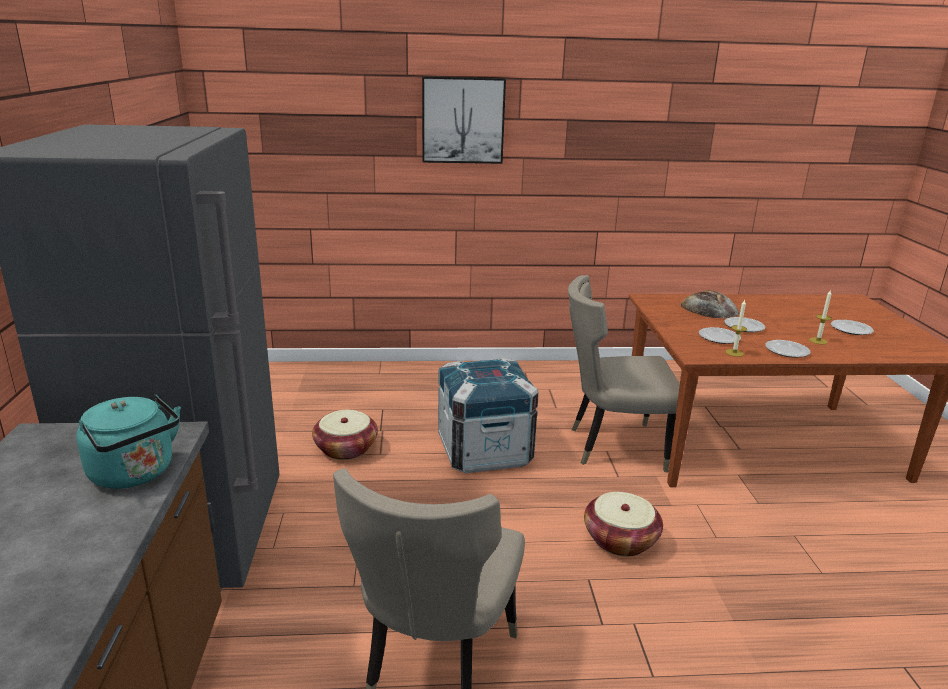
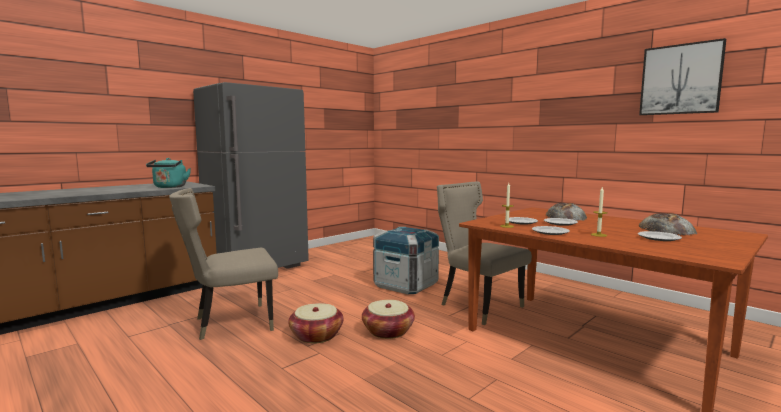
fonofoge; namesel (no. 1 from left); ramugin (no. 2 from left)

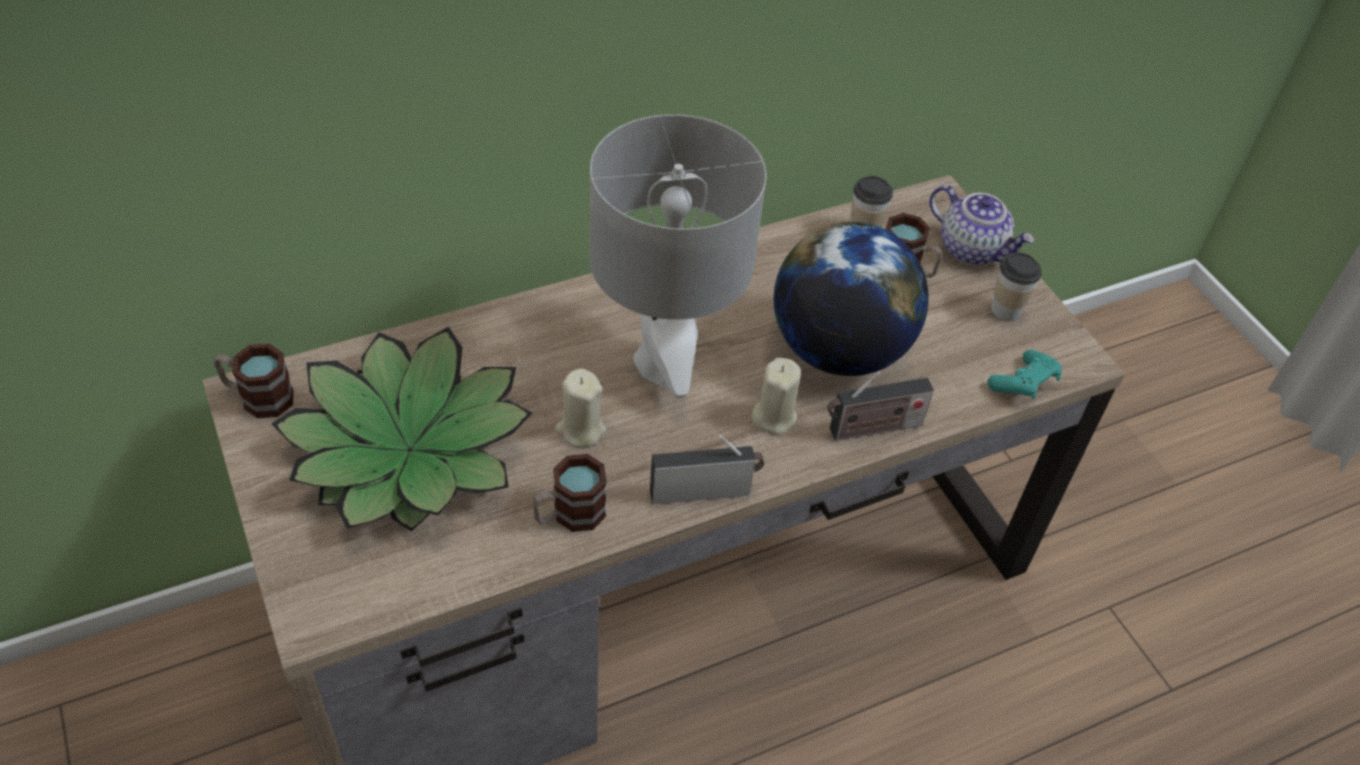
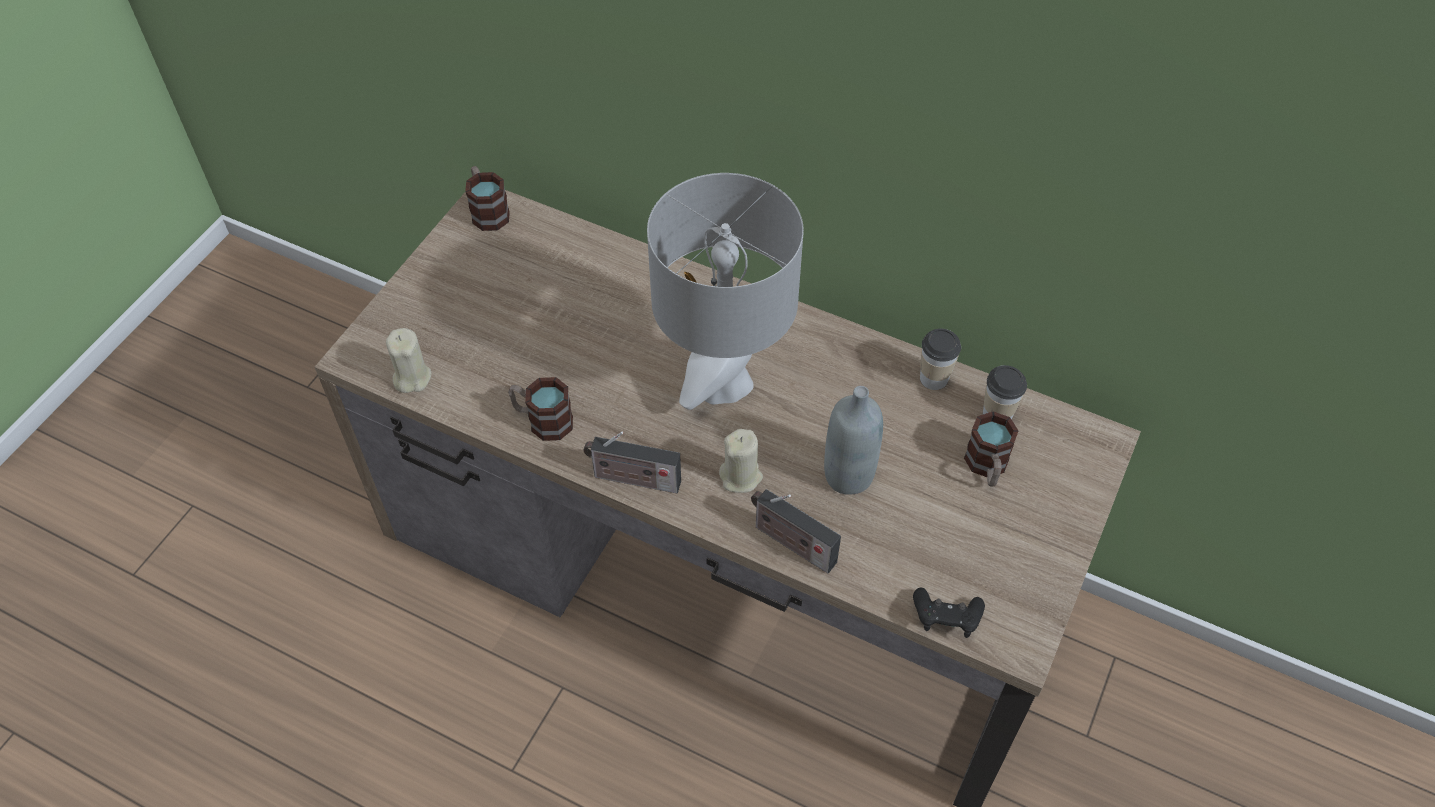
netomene; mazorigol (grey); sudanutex (no. 1 from left); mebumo; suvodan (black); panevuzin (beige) (no. 1 from left); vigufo (no. 1 from left)

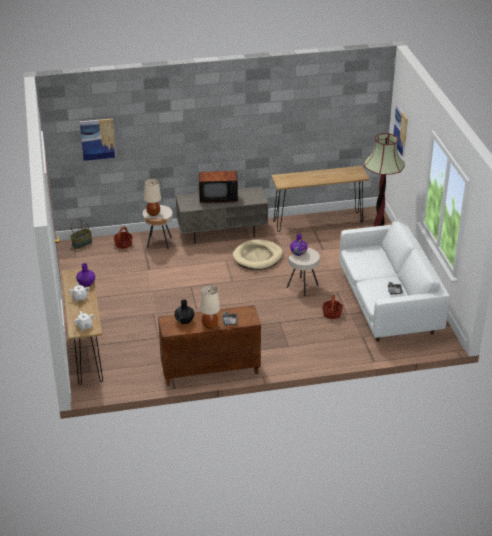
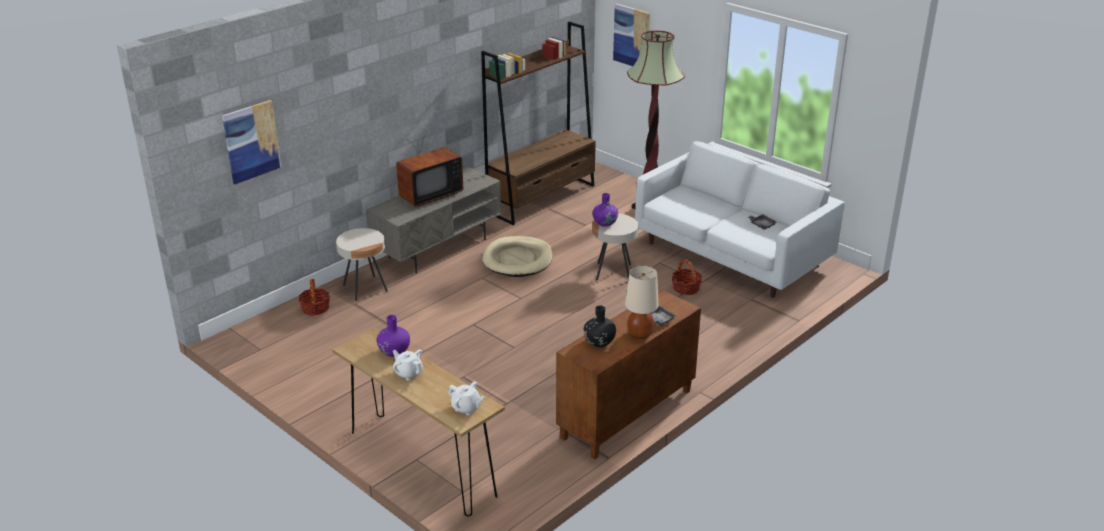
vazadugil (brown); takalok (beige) (no. 1 from left in the first image); namesel (no. 1 from left in the first image)

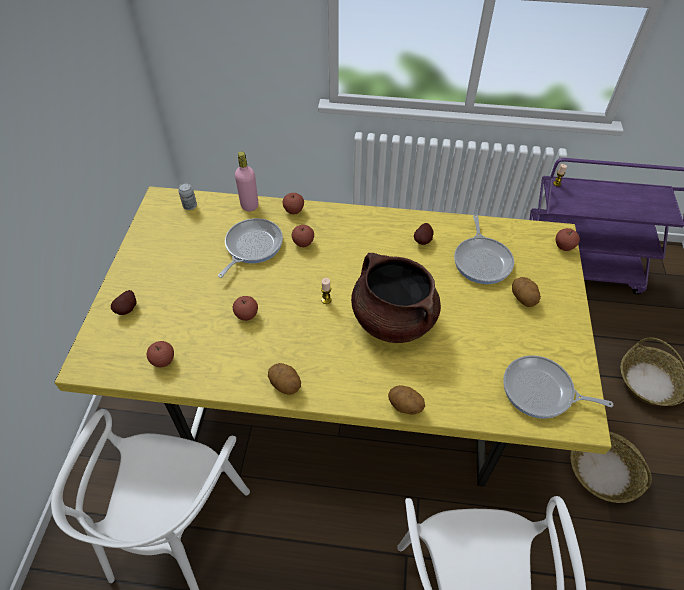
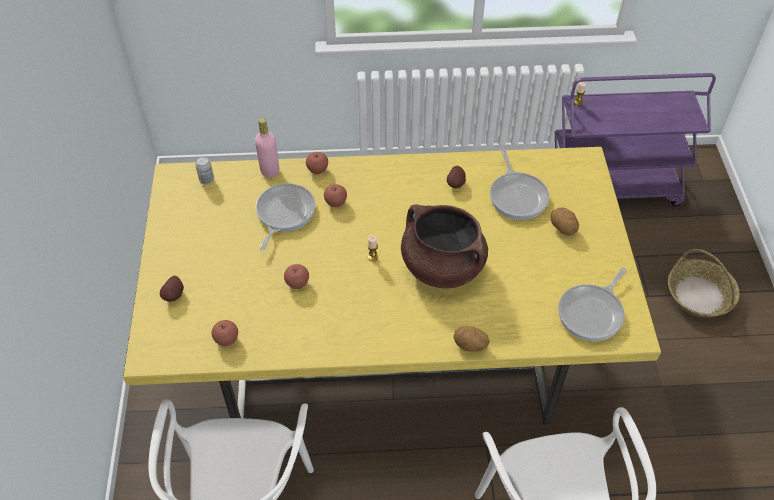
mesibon (no. 5 from left in the first image); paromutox (no. 3 from left); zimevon (no. 2 from left in the first image); namesel (no. 1 from left in the first image)

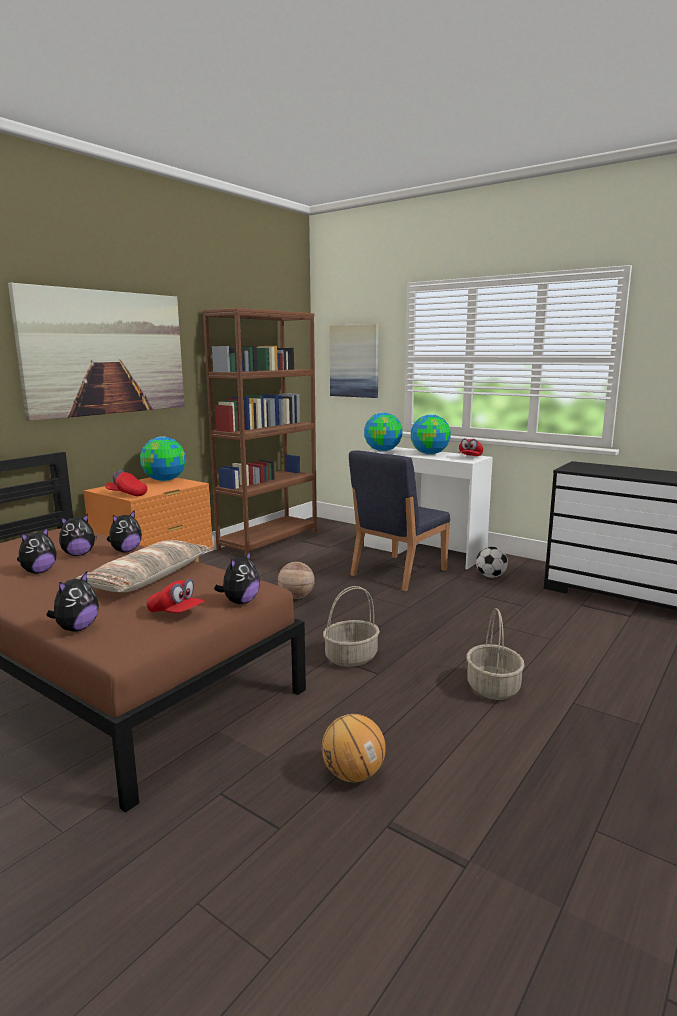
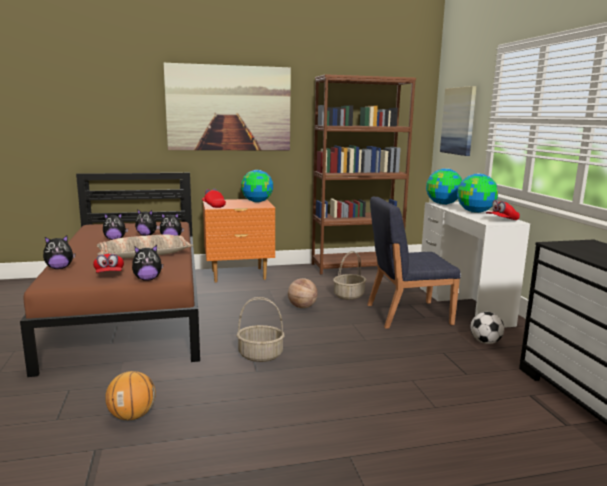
namesel (no. 2 from left)

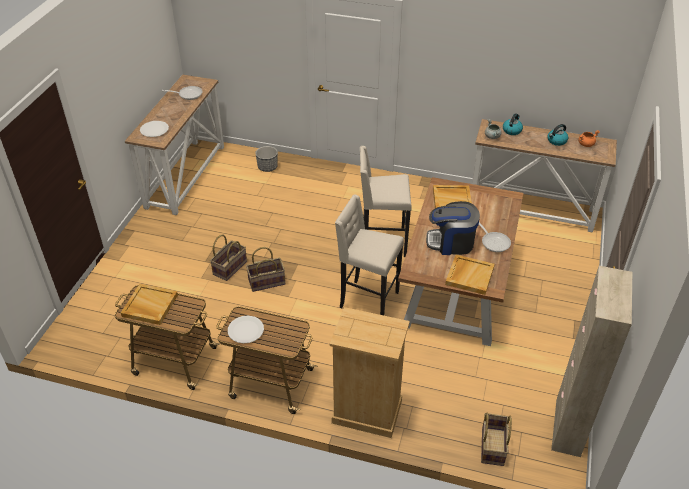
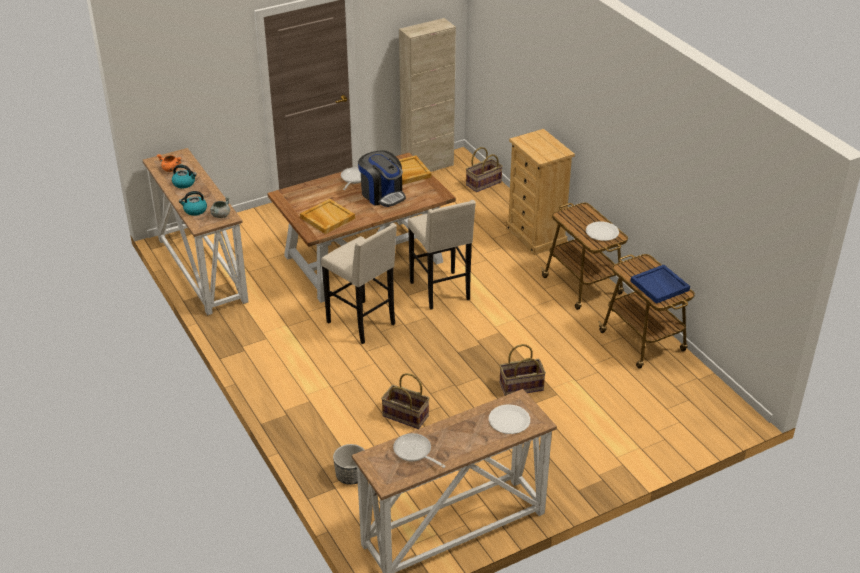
namesel (no. 1 from left); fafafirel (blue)

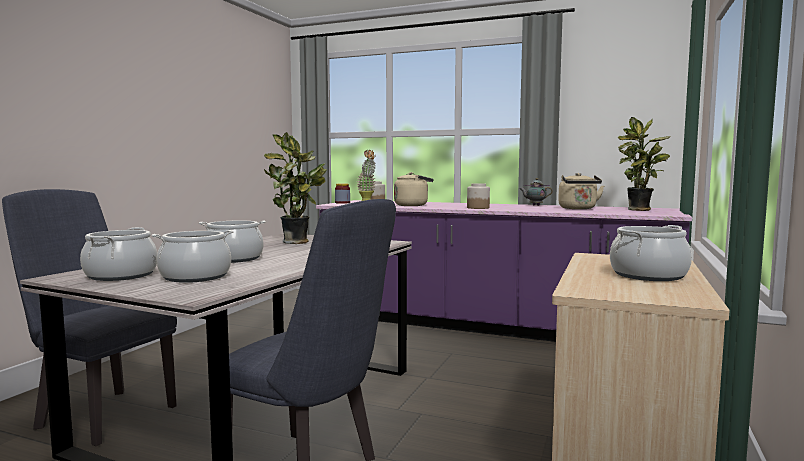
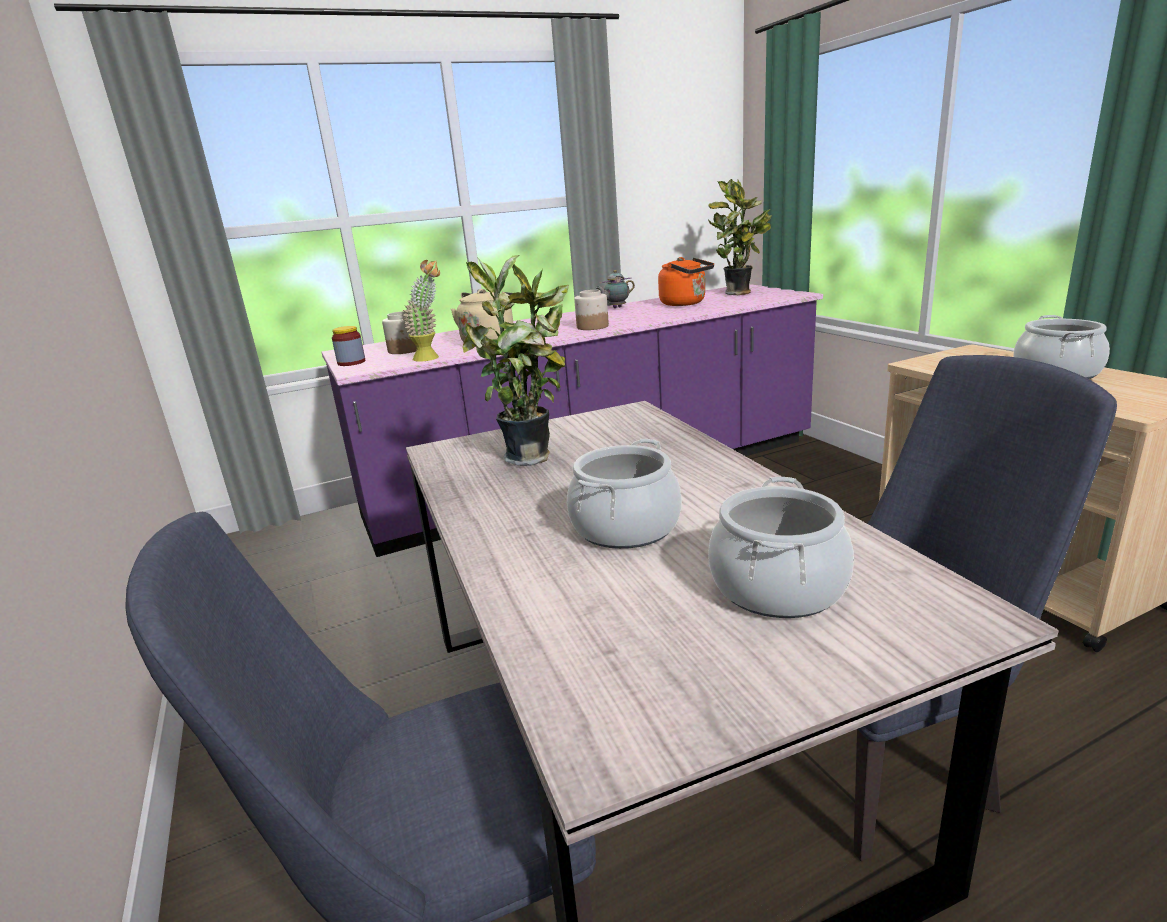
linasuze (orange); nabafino (no. 1 from left in the first image)

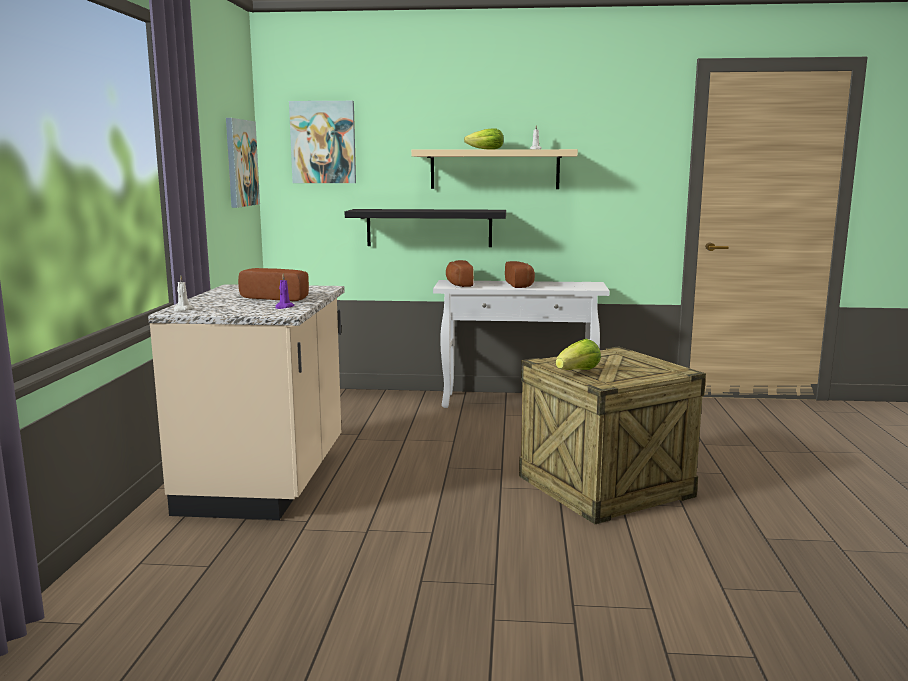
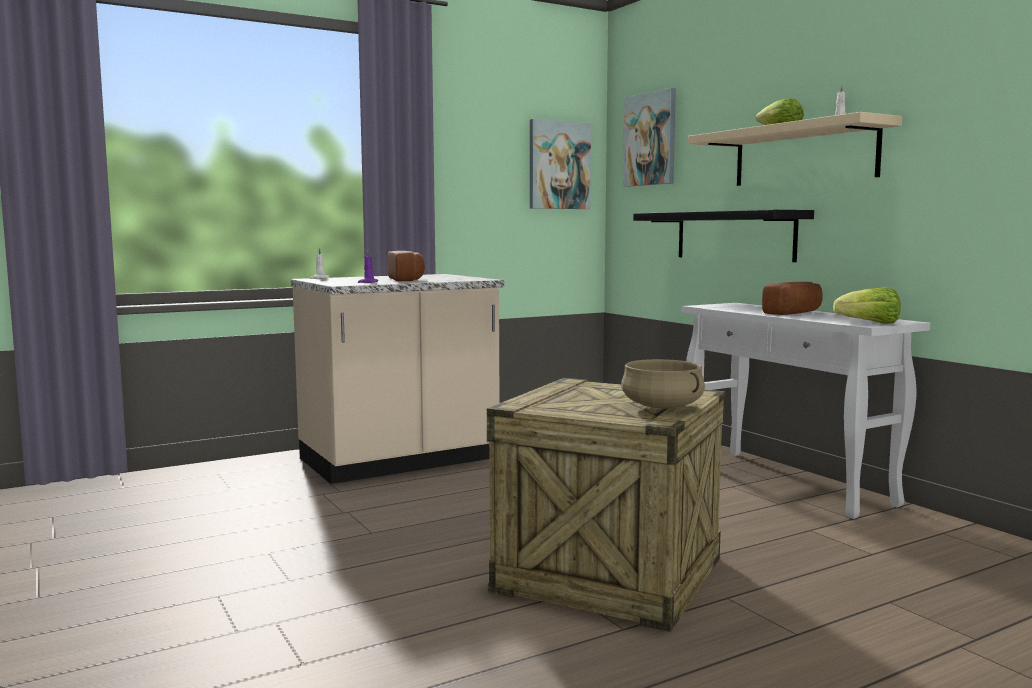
ramugin (no. 2 from left in the first image); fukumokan (no. 2 from left); nabafino (beige)

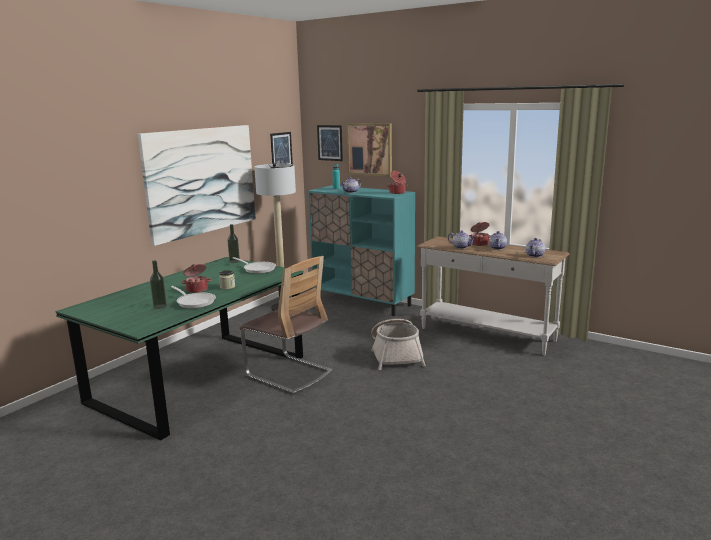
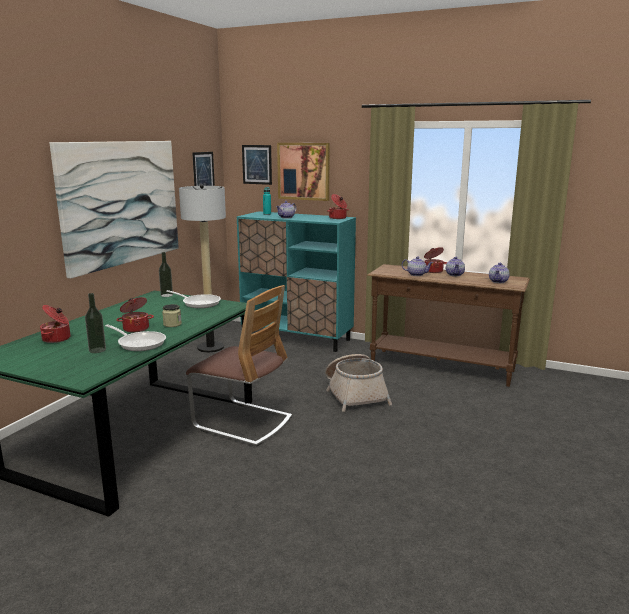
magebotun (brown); nabafino (no. 1 from left)

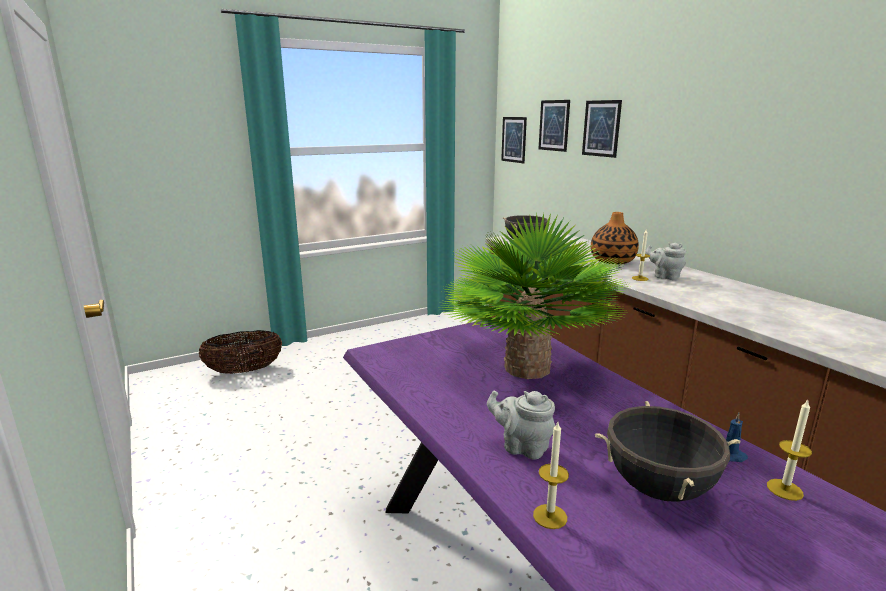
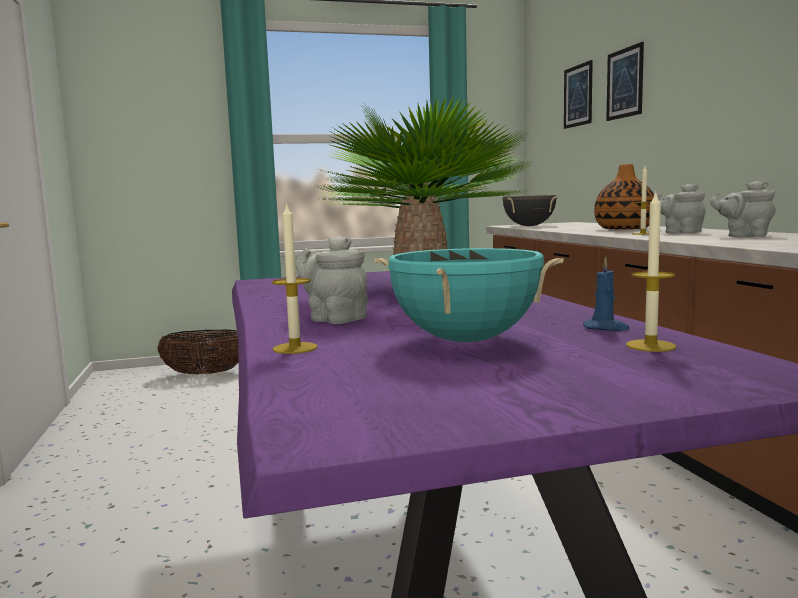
fonofoge (no. 1 from left in the first image); nabafino (turquoise); netomene (grey) (no. 3 from left)

